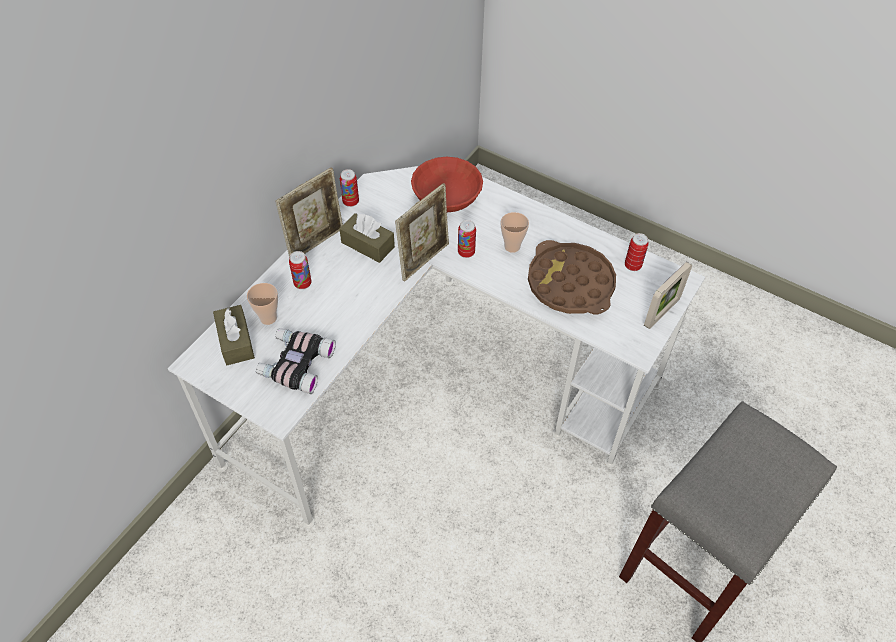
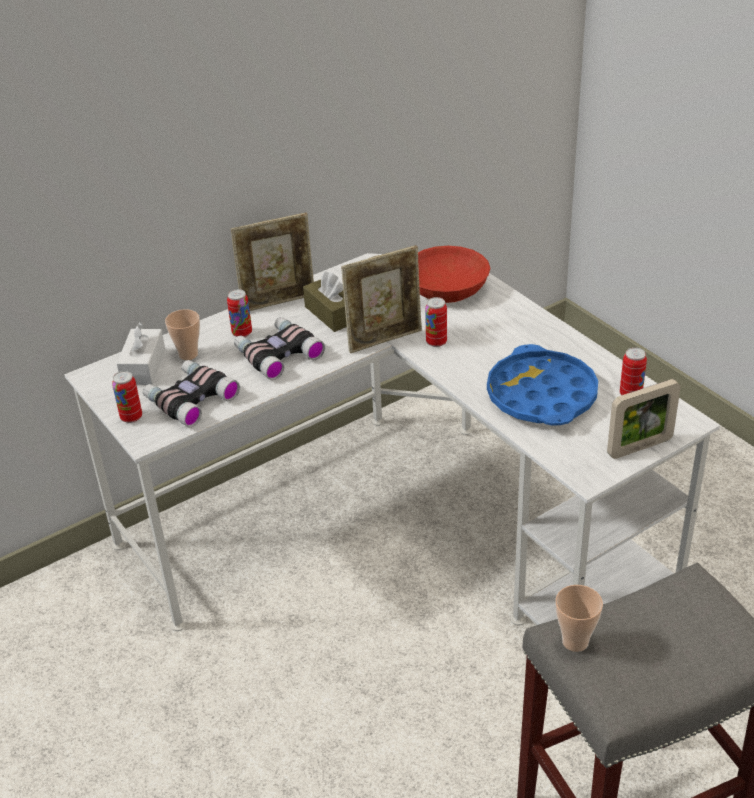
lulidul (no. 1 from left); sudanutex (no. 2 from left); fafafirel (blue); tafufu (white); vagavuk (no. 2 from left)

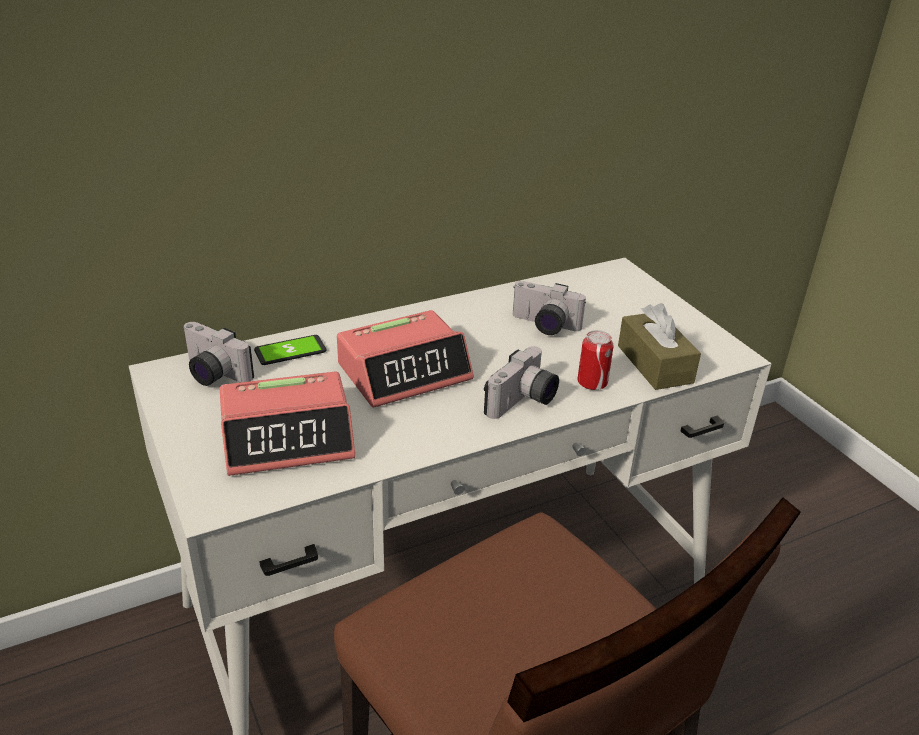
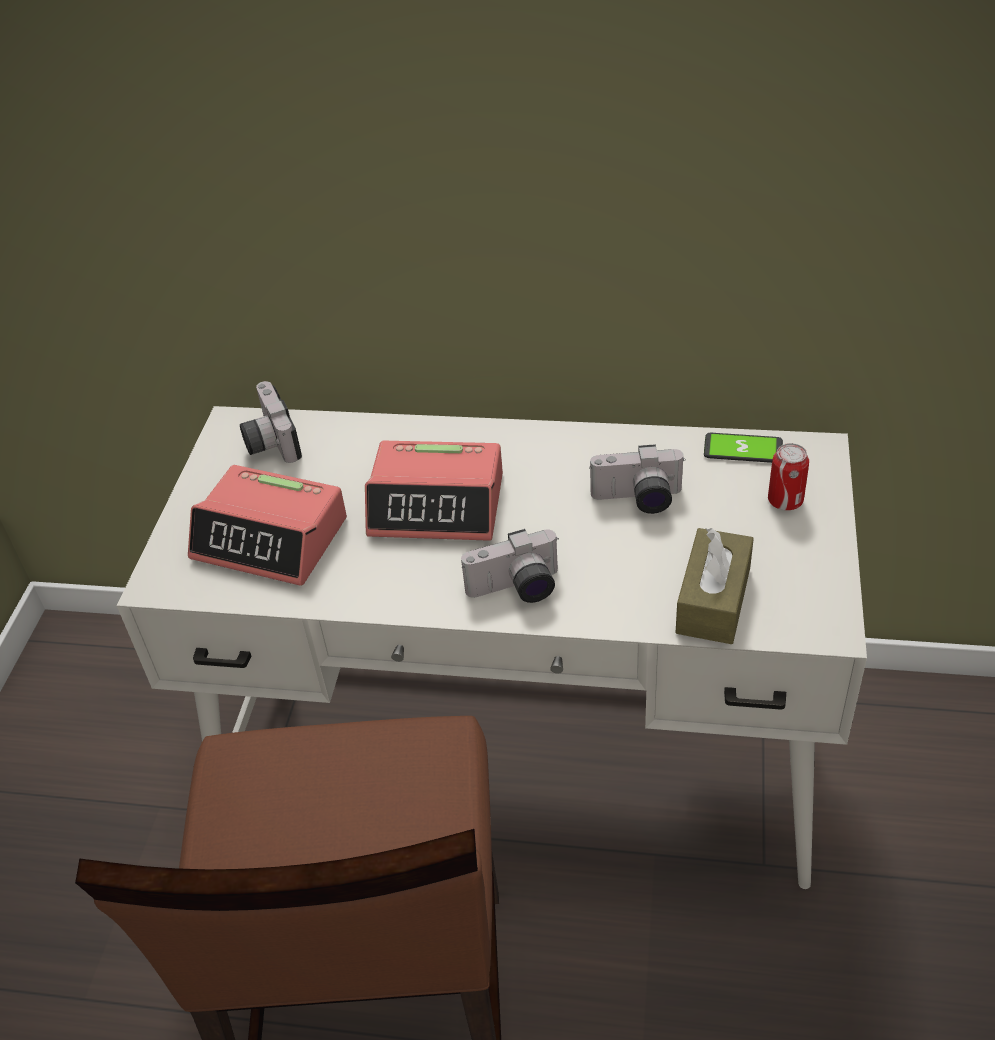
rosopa (no. 3 from left); lulidul; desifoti

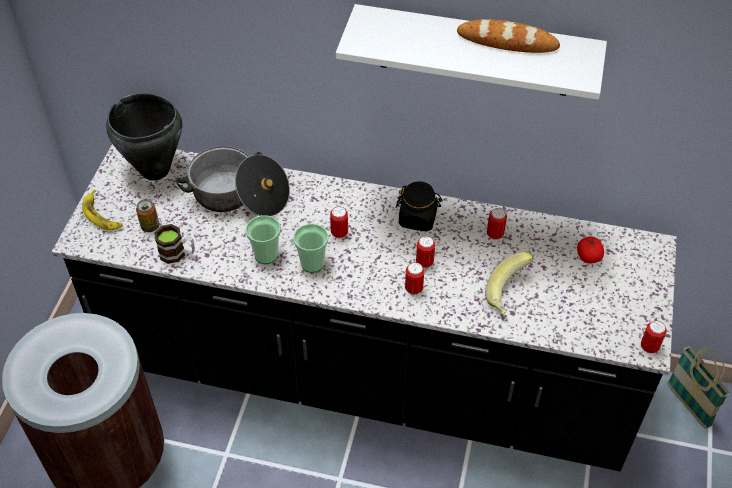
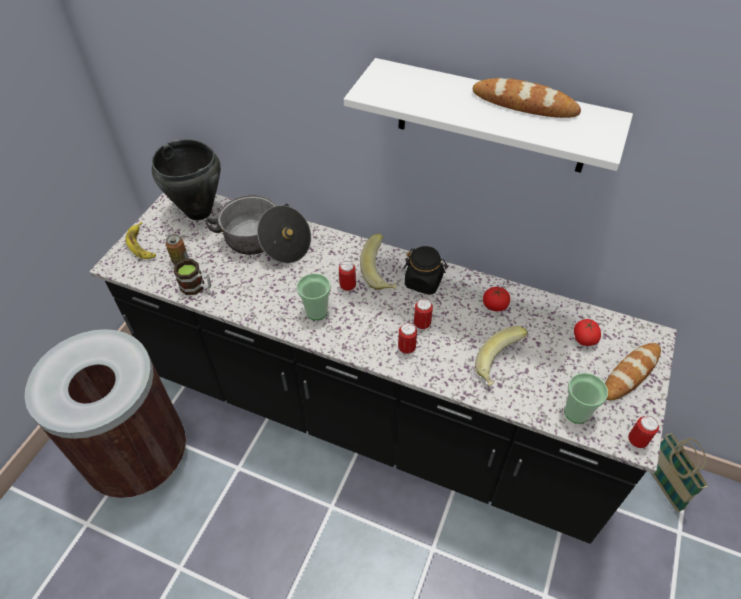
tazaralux (no. 1 from left); sudanutex (no. 2 from left); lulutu (no. 2 from left); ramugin (no. 2 from left)

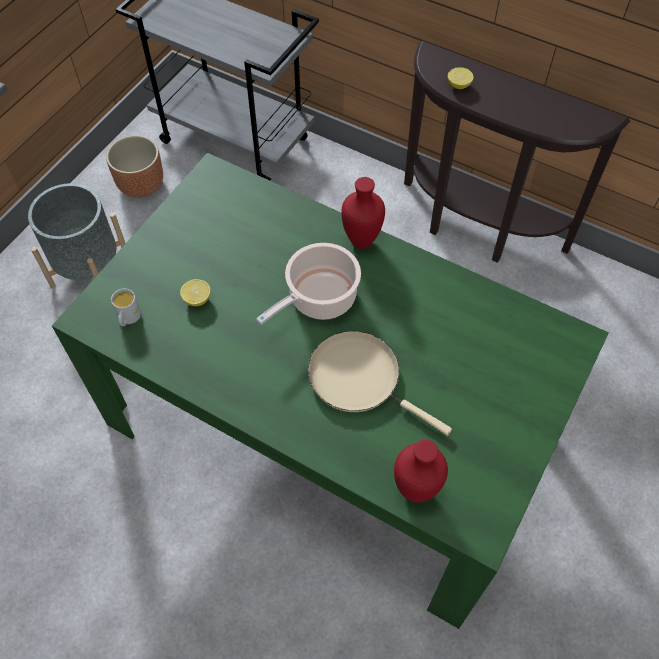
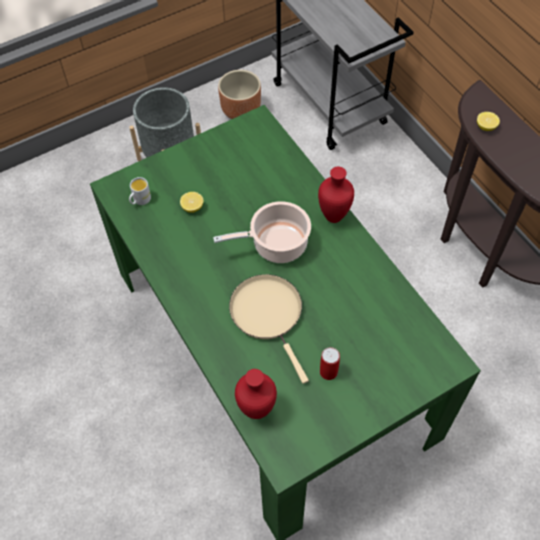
lulidul

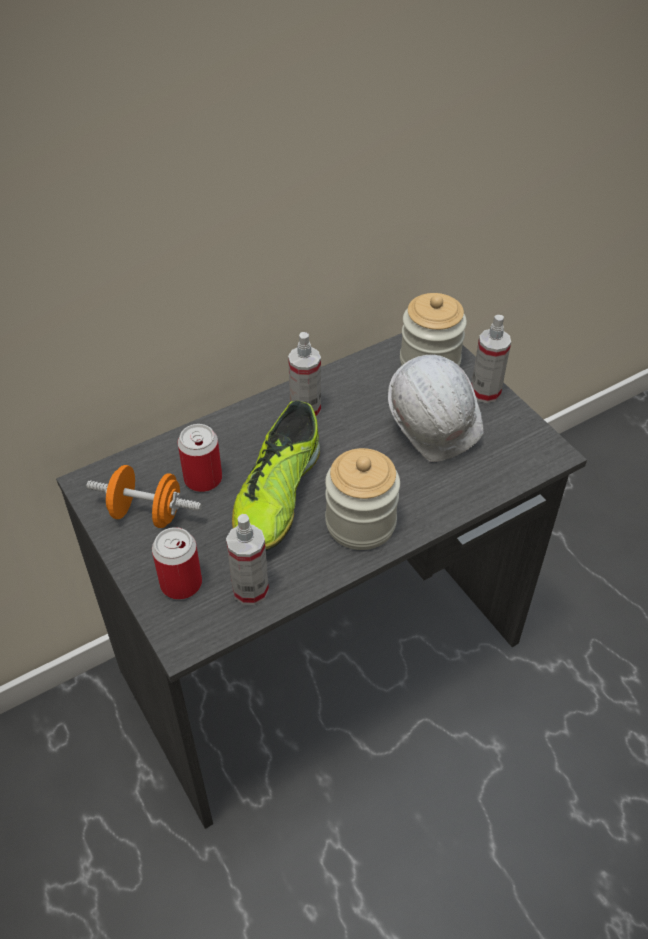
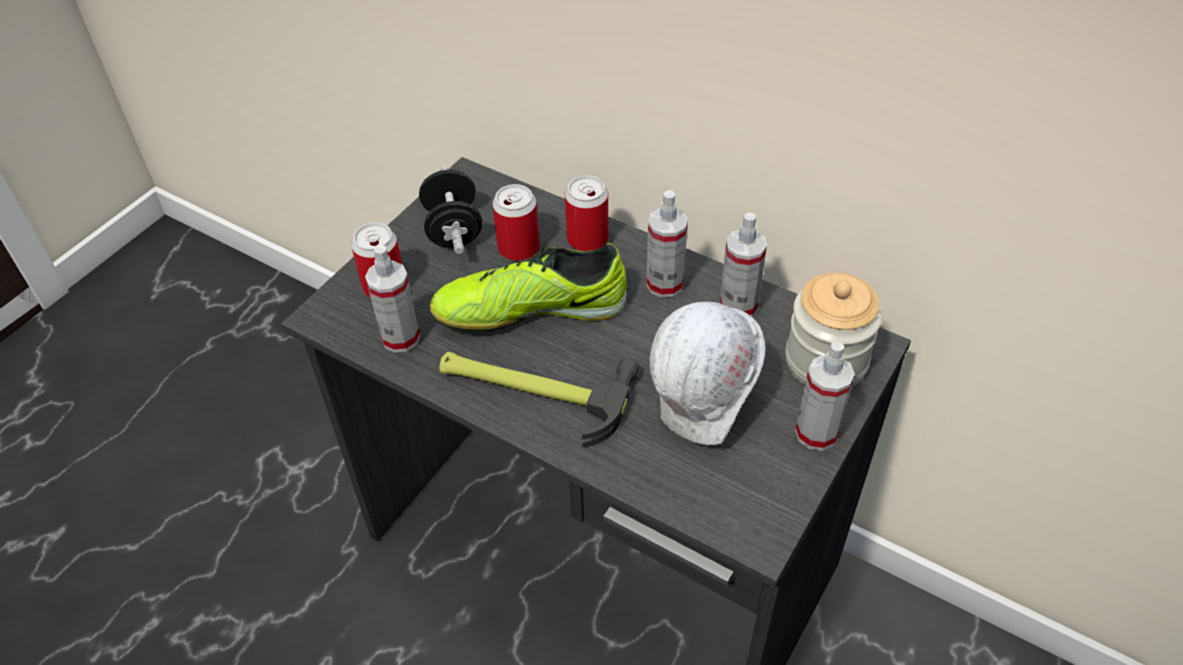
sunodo; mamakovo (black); lulidul (no. 3 from left); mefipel (no. 3 from left)

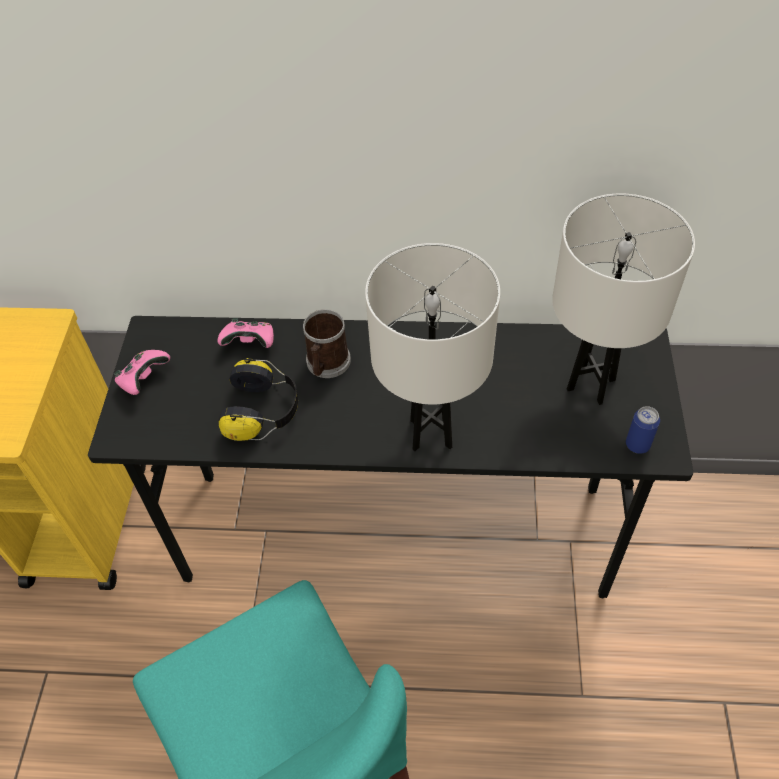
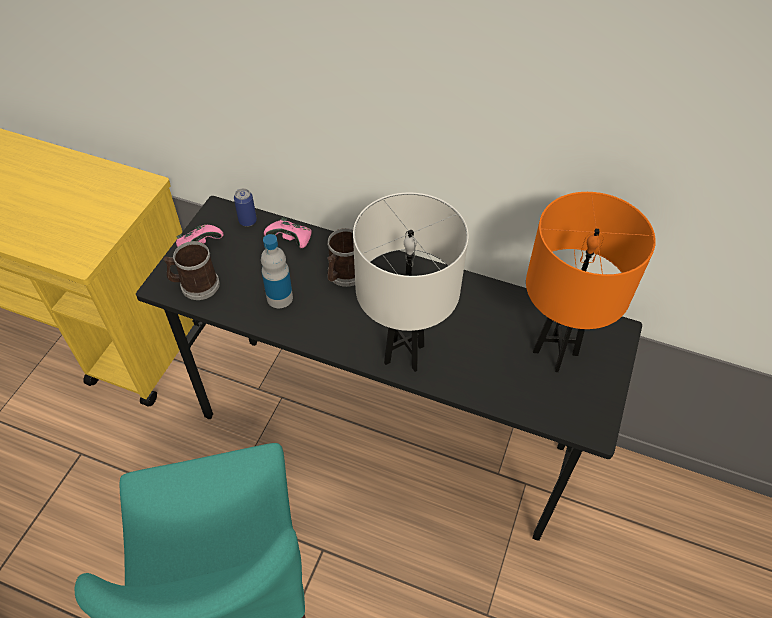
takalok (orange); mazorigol; lulidul; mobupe (no. 1 from left)

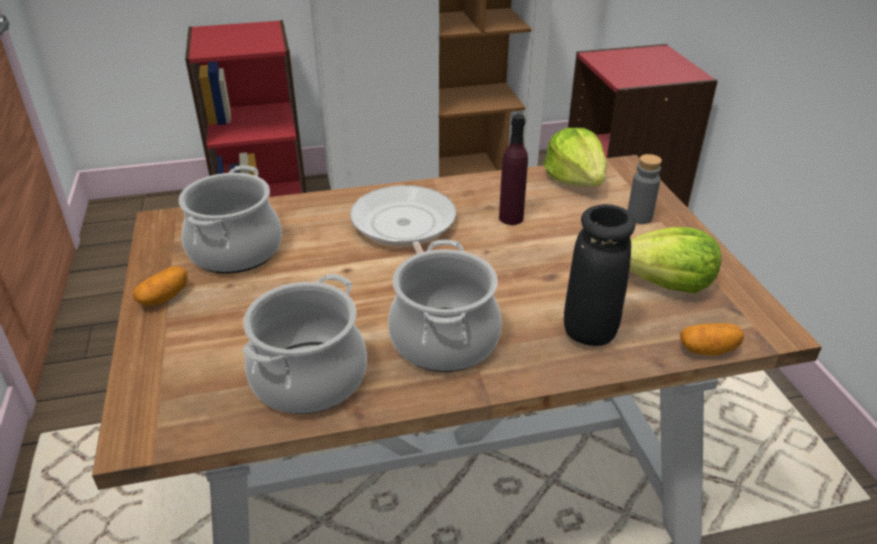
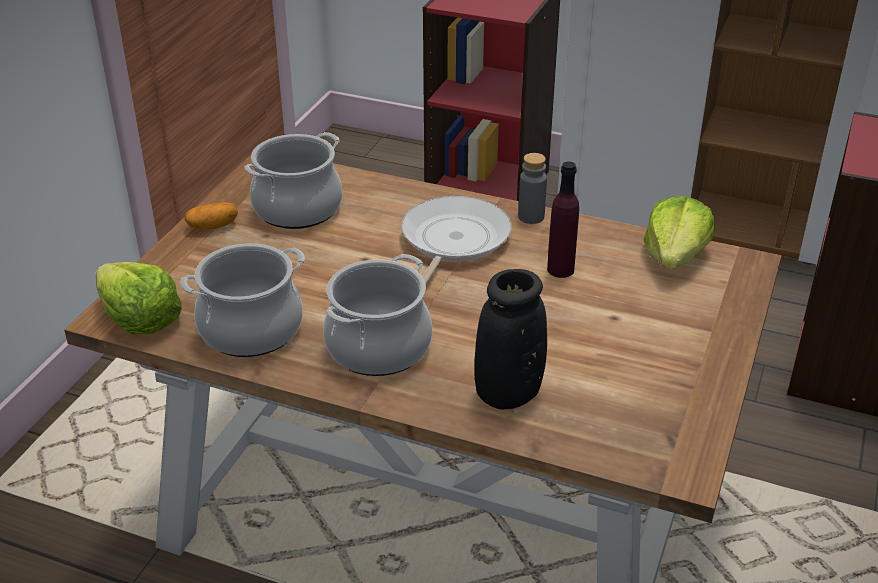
mazorigol (grey); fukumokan (no. 1 from left); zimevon (no. 2 from left in the first image)

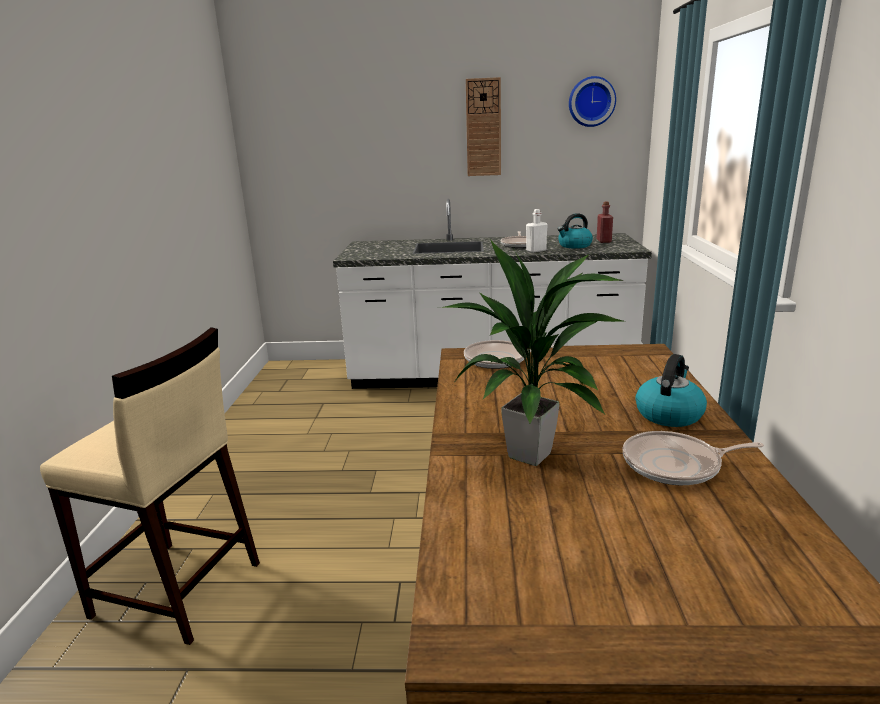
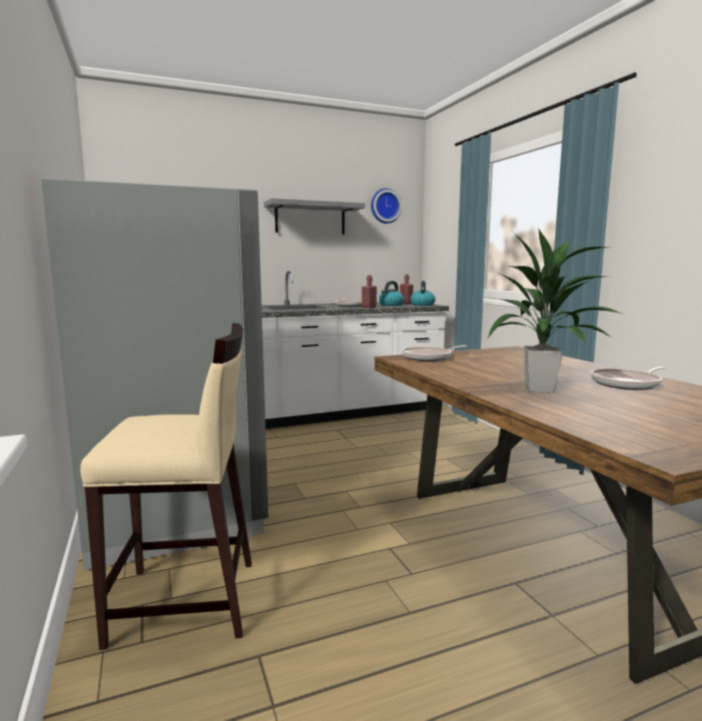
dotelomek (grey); mazorigol (red) (no. 1 from left); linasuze (no. 2 from left); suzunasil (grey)

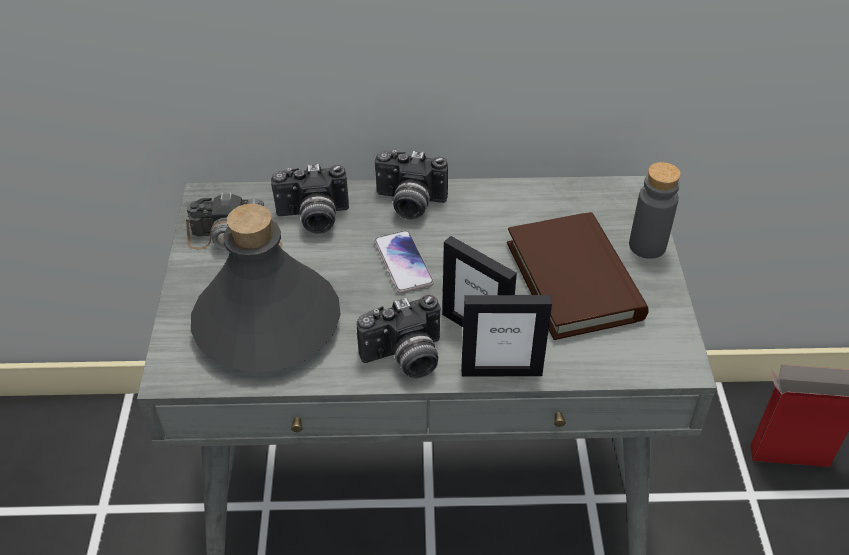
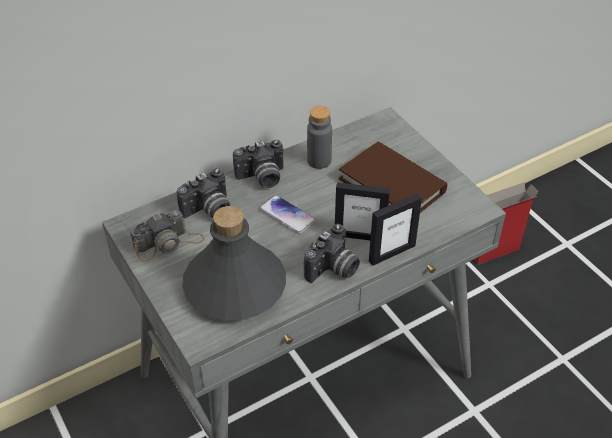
mazorigol (grey) (no. 2 from left)

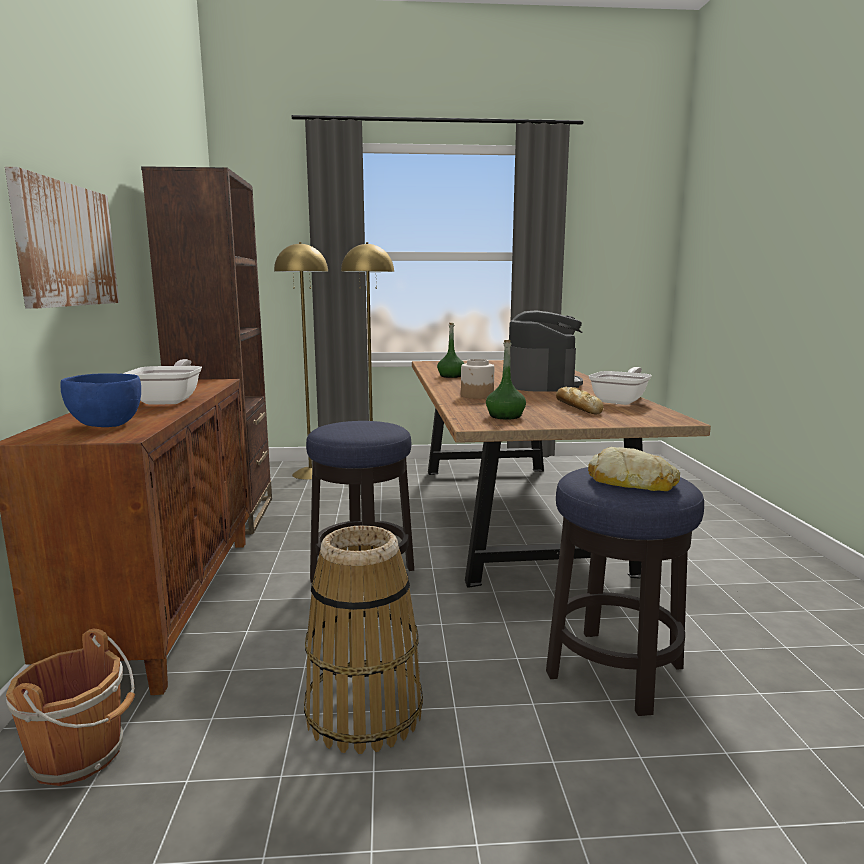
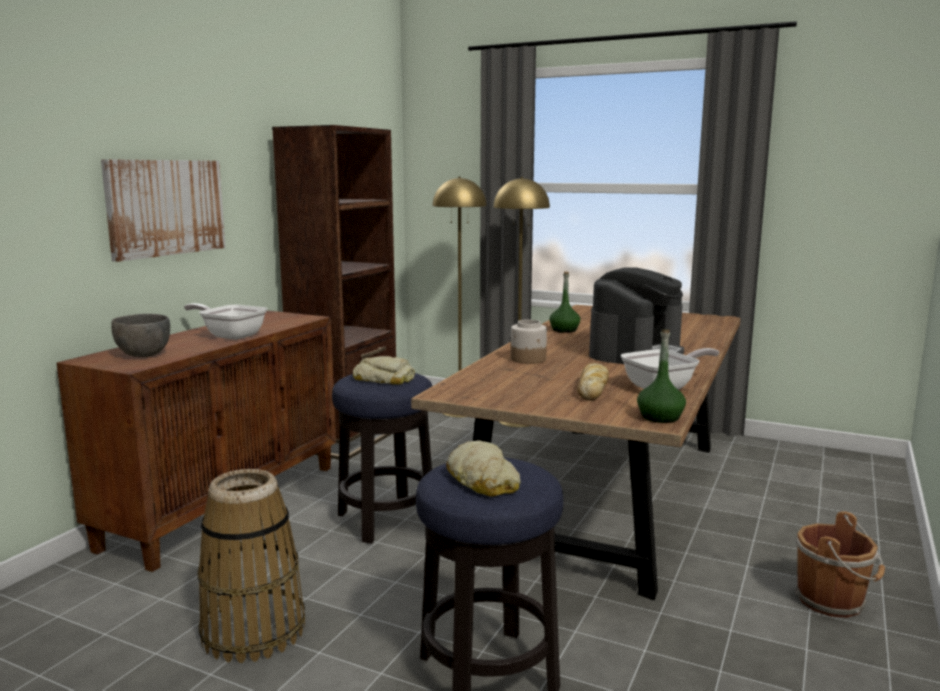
mazorigol (green) (no. 2 from left); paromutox (no. 1 from left); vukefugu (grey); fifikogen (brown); ramugin (no. 1 from left)

